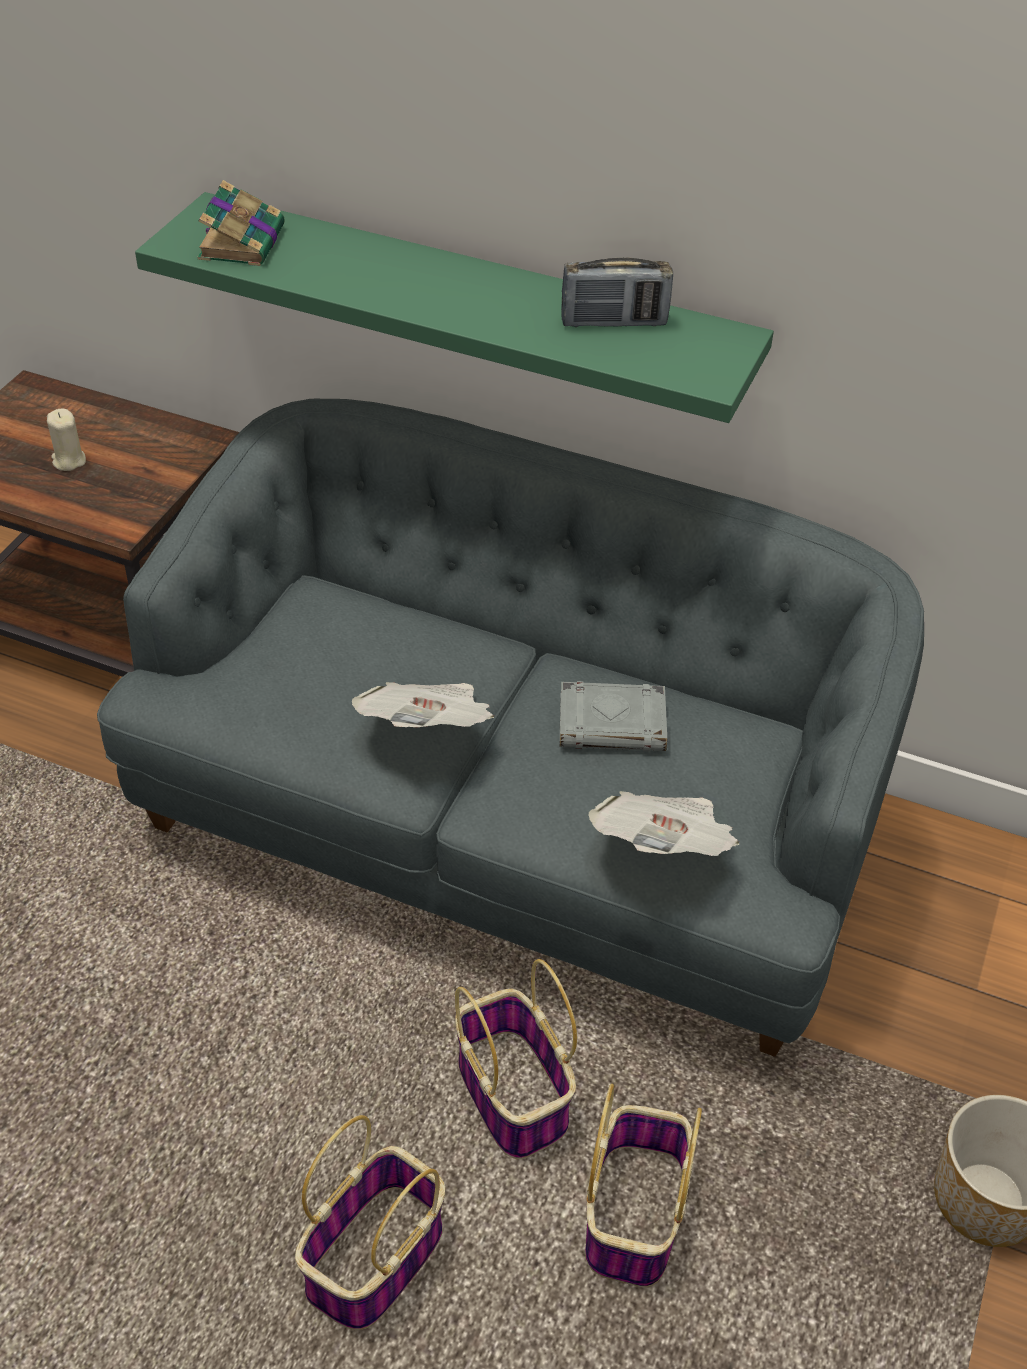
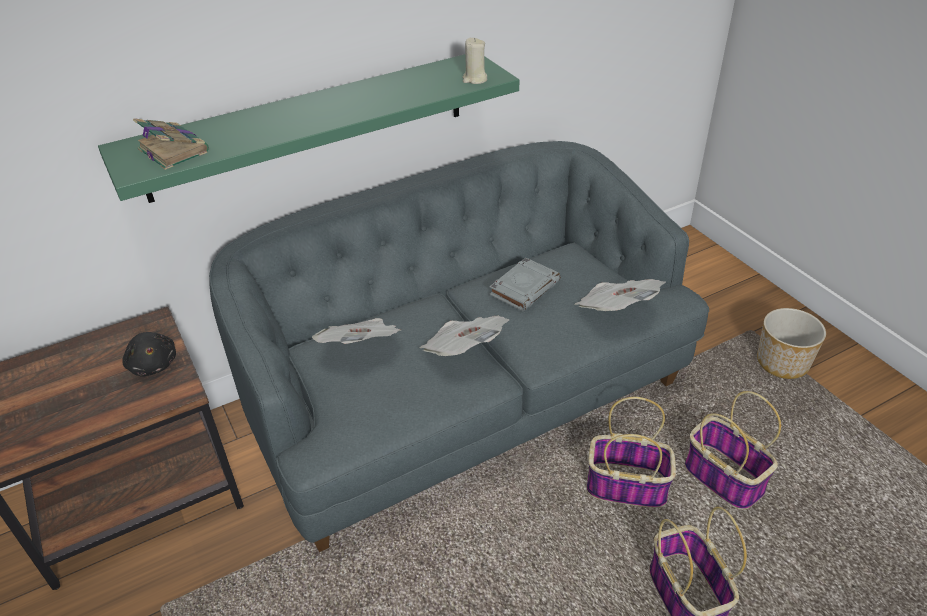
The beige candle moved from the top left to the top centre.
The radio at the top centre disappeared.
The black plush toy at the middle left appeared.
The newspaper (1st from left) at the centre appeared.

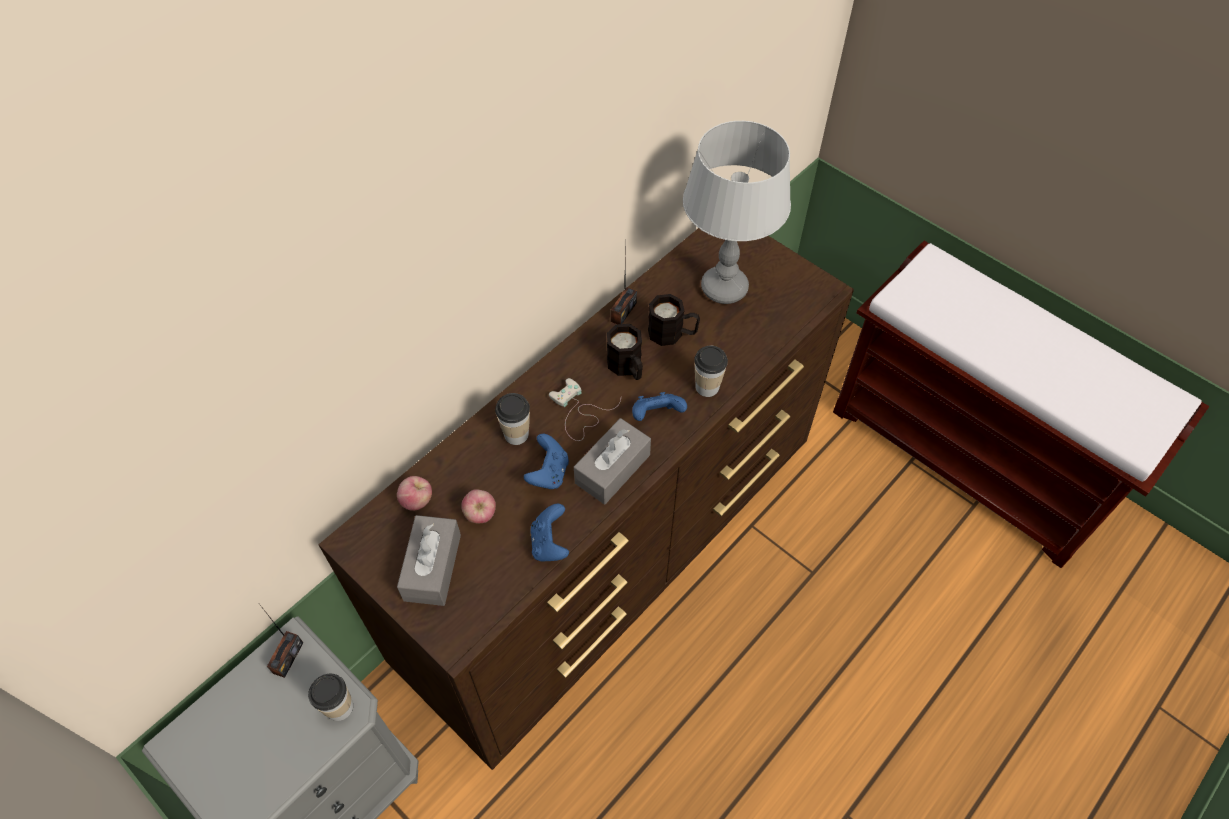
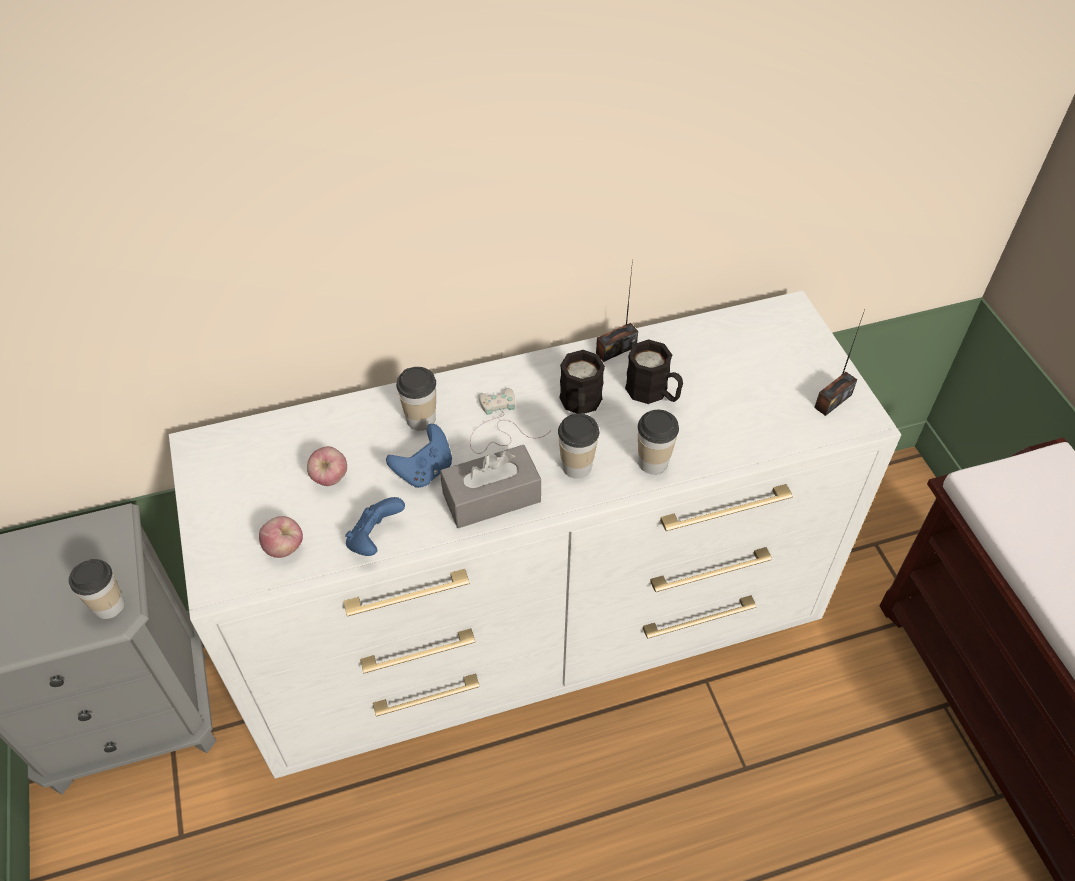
The radio (1st from left in the first image) moved from the bottom left to the middle right.
The brown dresser at the centre became the white dresser at the centre.
The apple (1st from left) moved from the centre to the middle left.
The grey tissue box (1st from left) at the bottom centre disappeared.
The blue game controller (3rd from left) at the centre was replaced by the cup (3rd from left) at the centre.
The grey table lamp at the top centre disappeared.

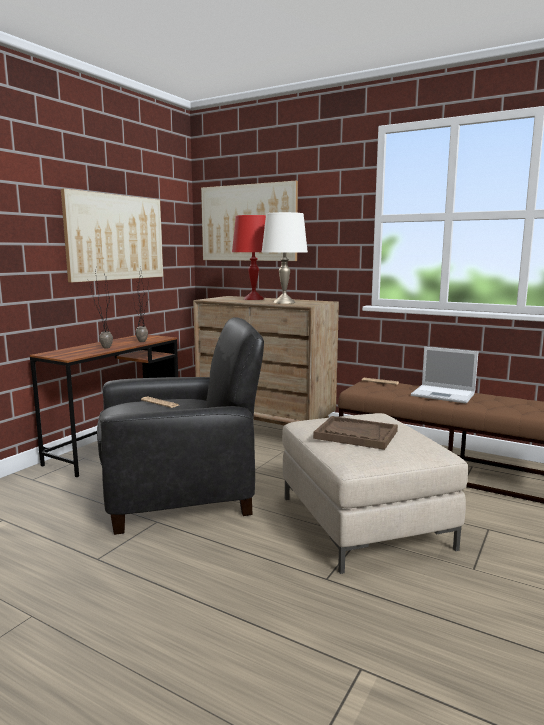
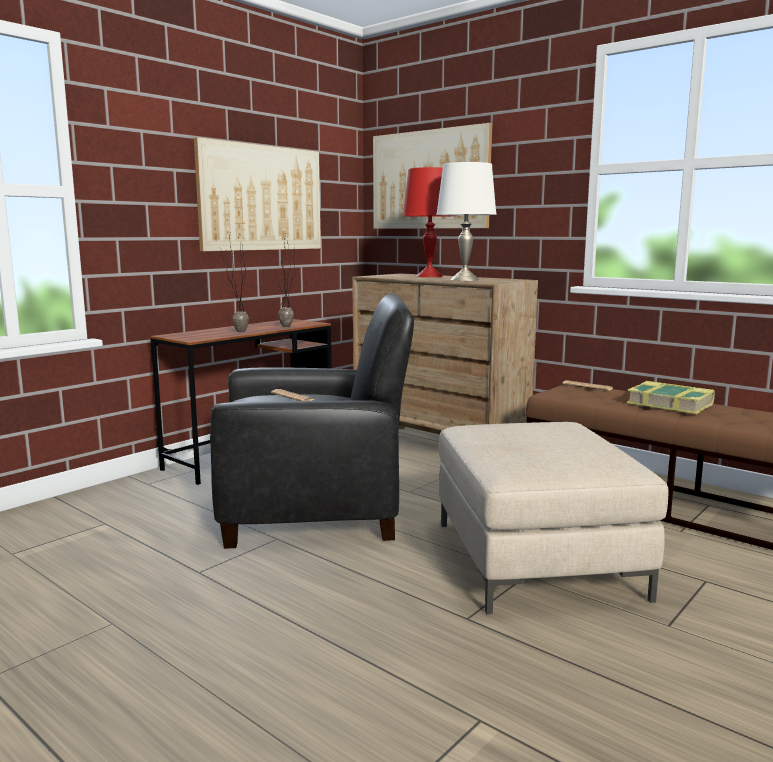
The brown tray at the centre disappeared.
The laptop at the middle right was replaced by the book at the middle right.

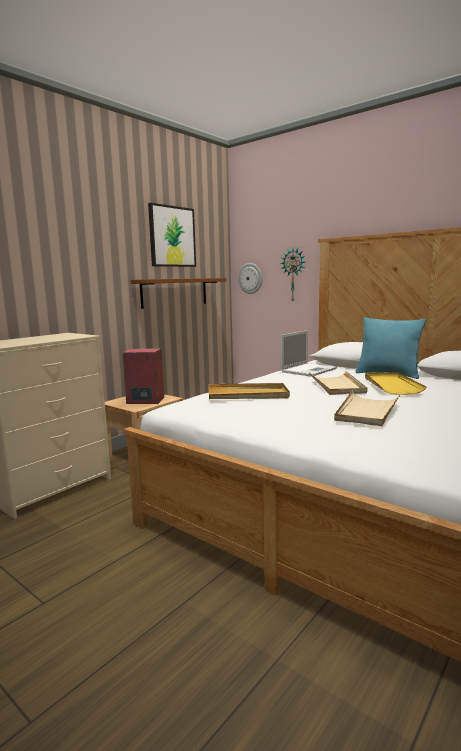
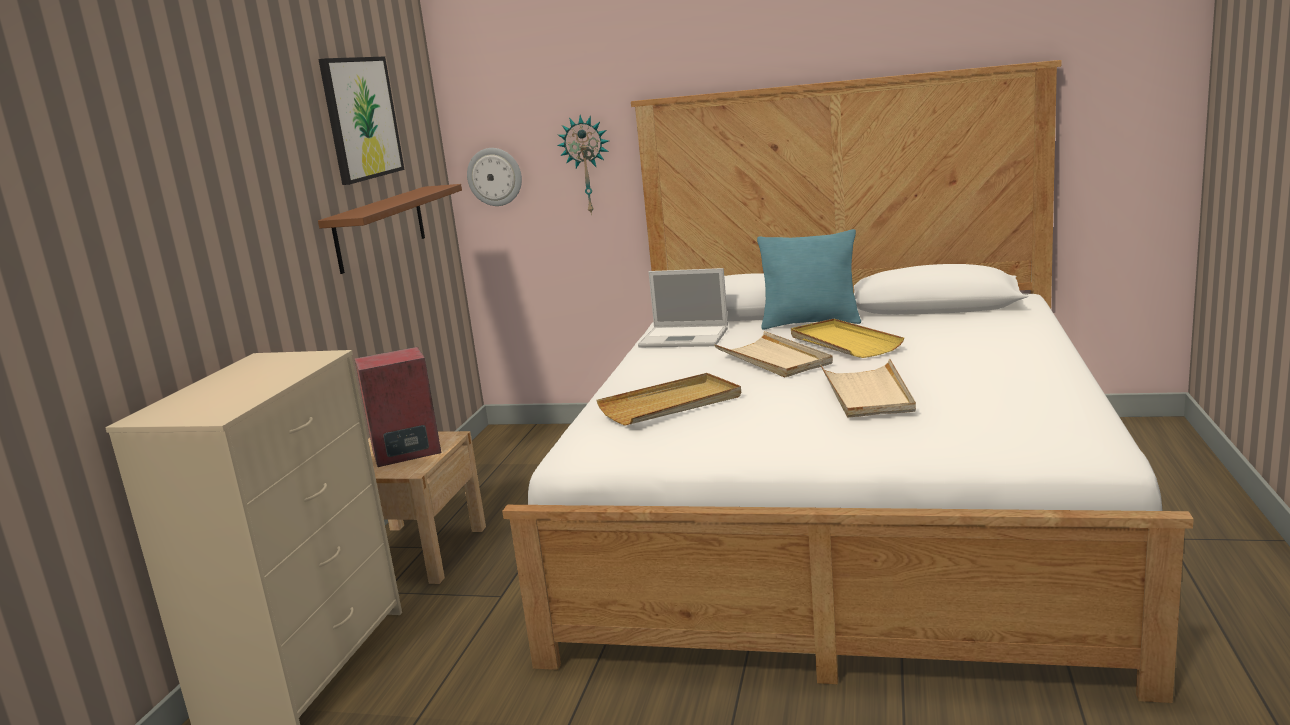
The laptop at the middle right turned 90 degrees clockwise.

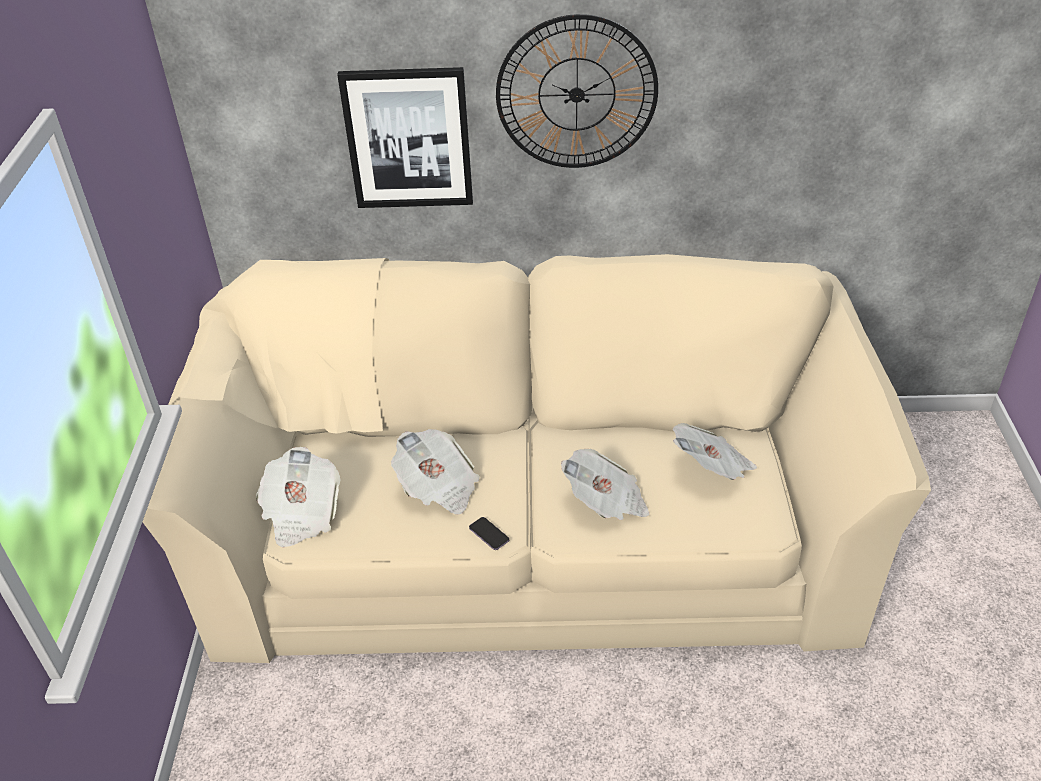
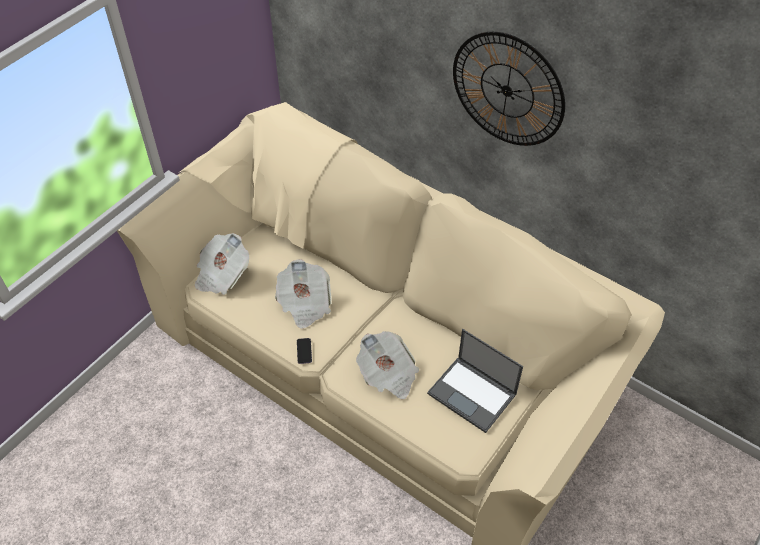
The picture at the top centre disappeared.
The newspaper (4th from left) at the middle right was replaced by the laptop at the bottom centre.

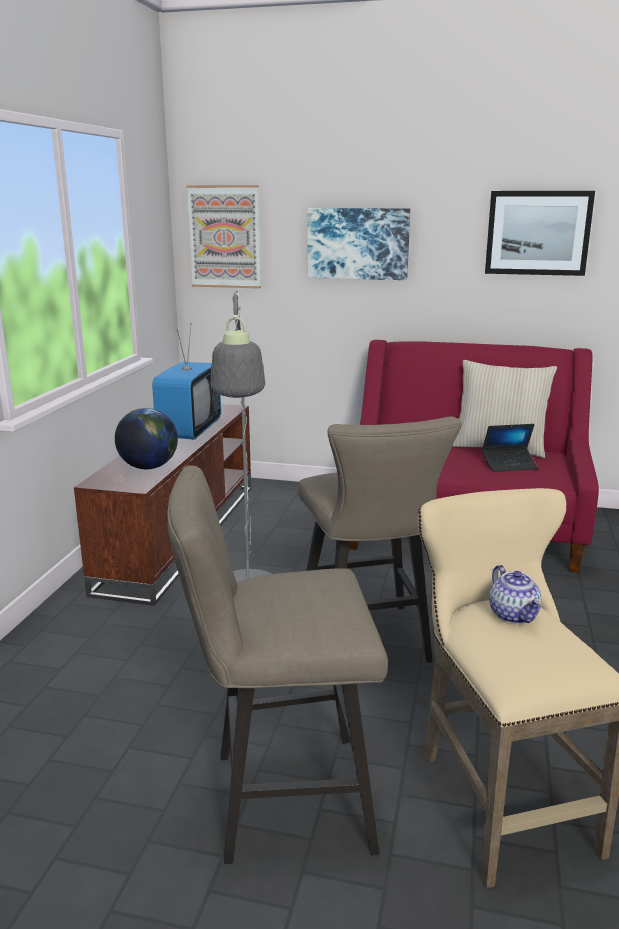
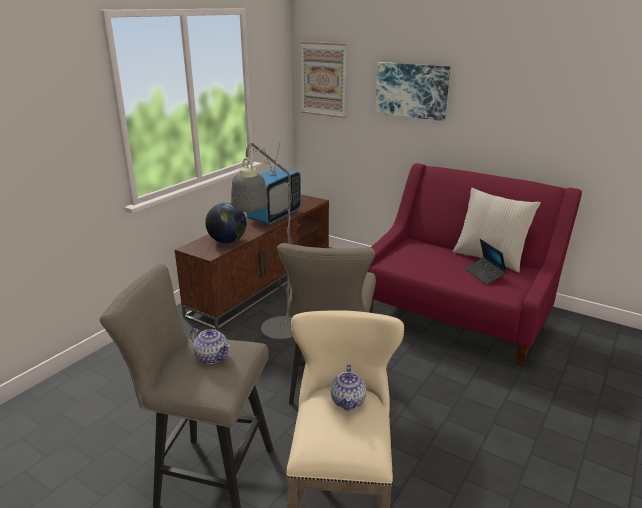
The laptop at the middle right turned 60 degrees clockwise.
The picture (3rd from left) at the top right disappeared.
The teapot (1st from left) at the bottom left appeared.

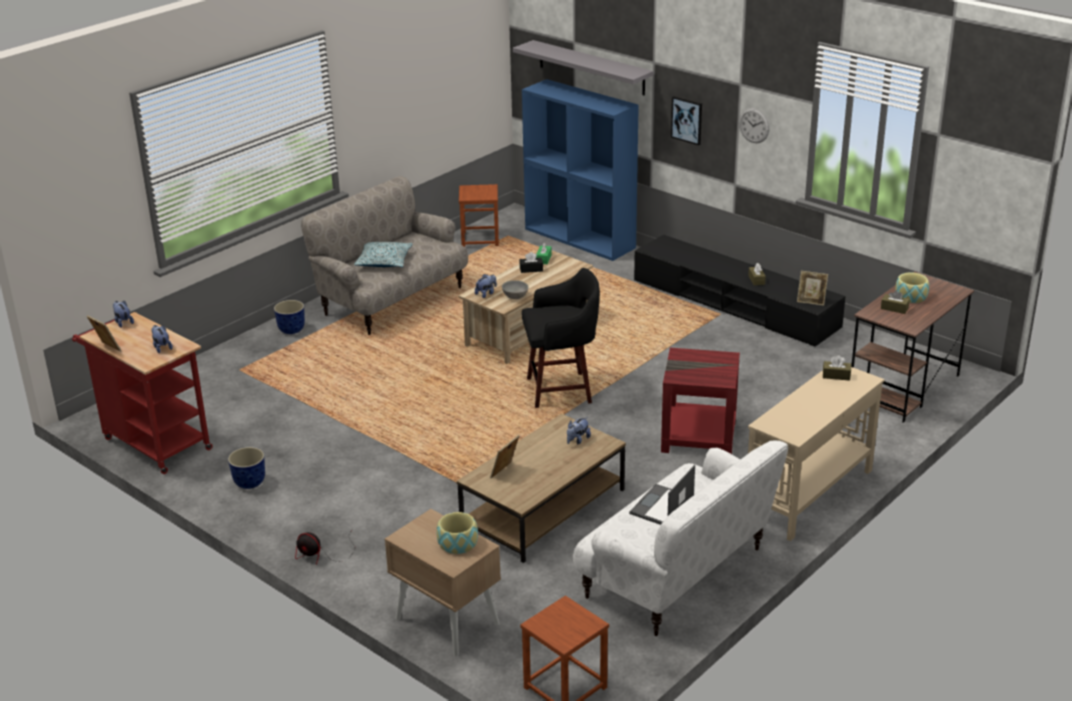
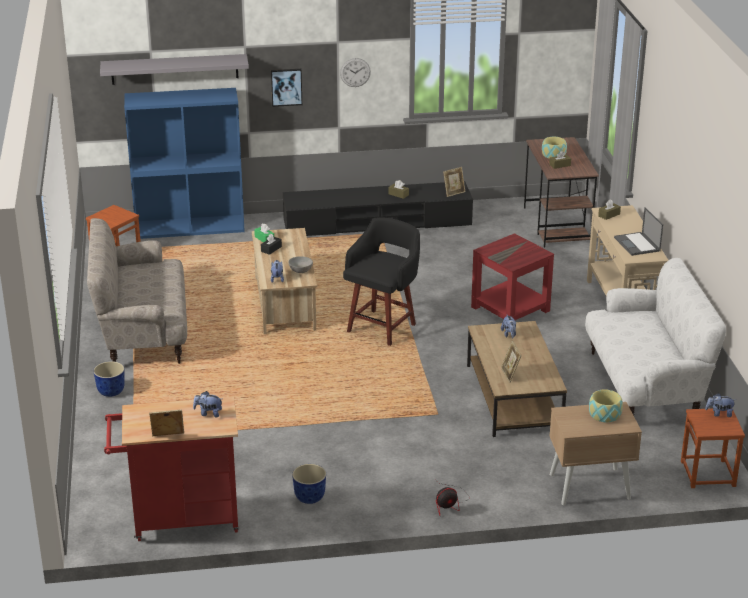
The plush toy (1st from left in the first image) moved from the middle left to the bottom right.
The pillow at the centre disappeared.
The laptop moved from the bottom centre to the middle right.

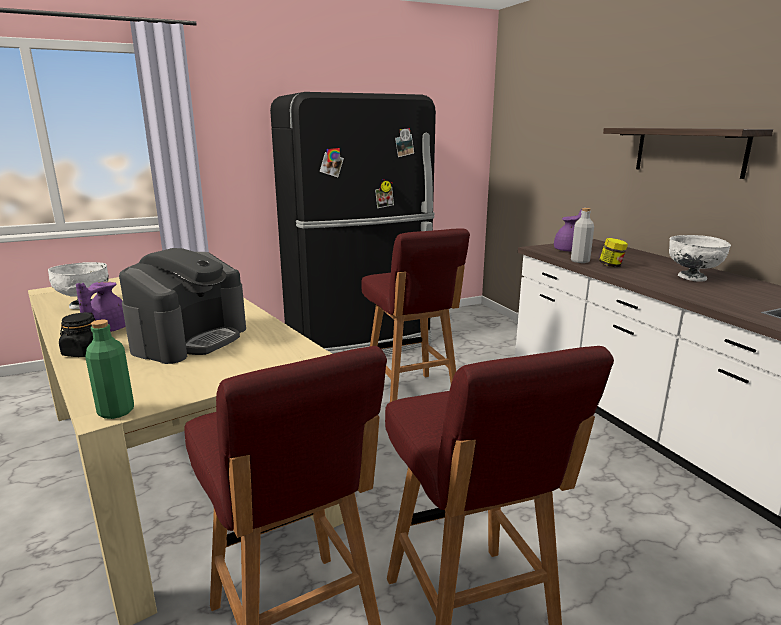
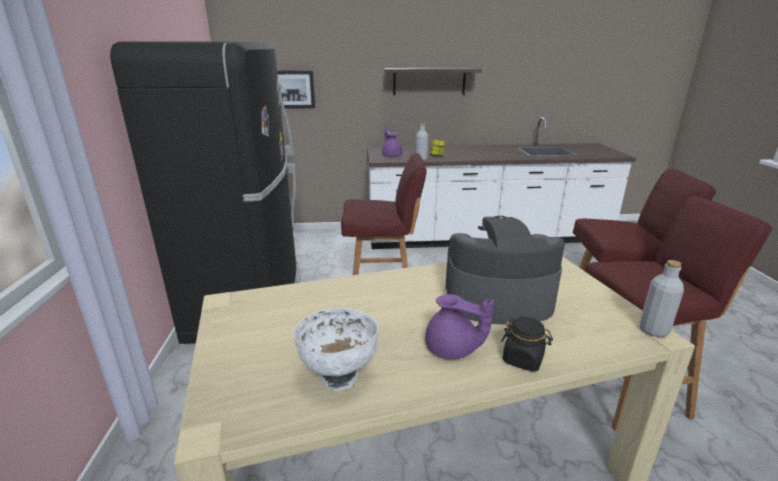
The green bottle at the middle left became the grey bottle (2nd from left) at the middle right.
The coffee machine at the middle left turned 45 degrees counterclockwise.
The white bowl (2nd from left) at the middle right disappeared.
The picture at the top centre appeared.

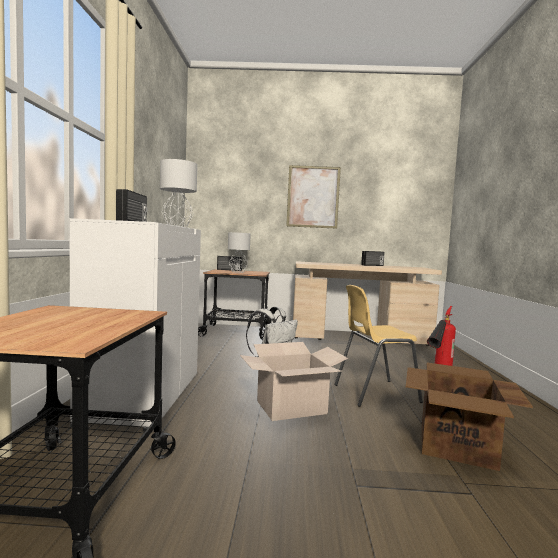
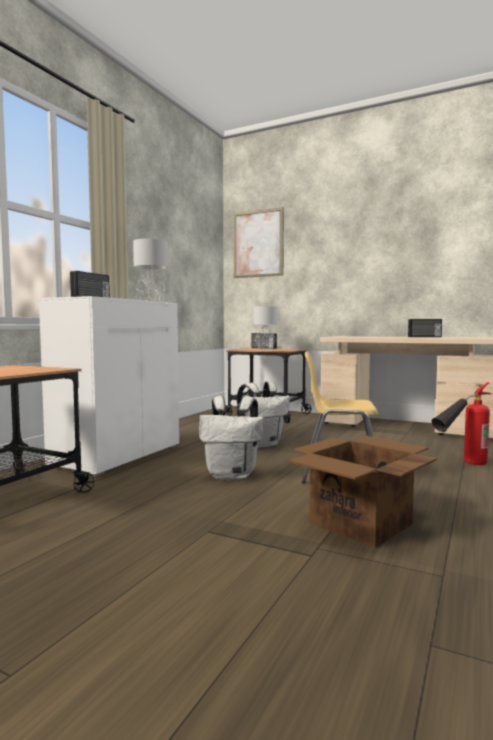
The cardboard box (1st from left) at the bottom centre was replaced by the white backpack (1st from left) at the centre.
The picture moved from the centre to the top centre.

